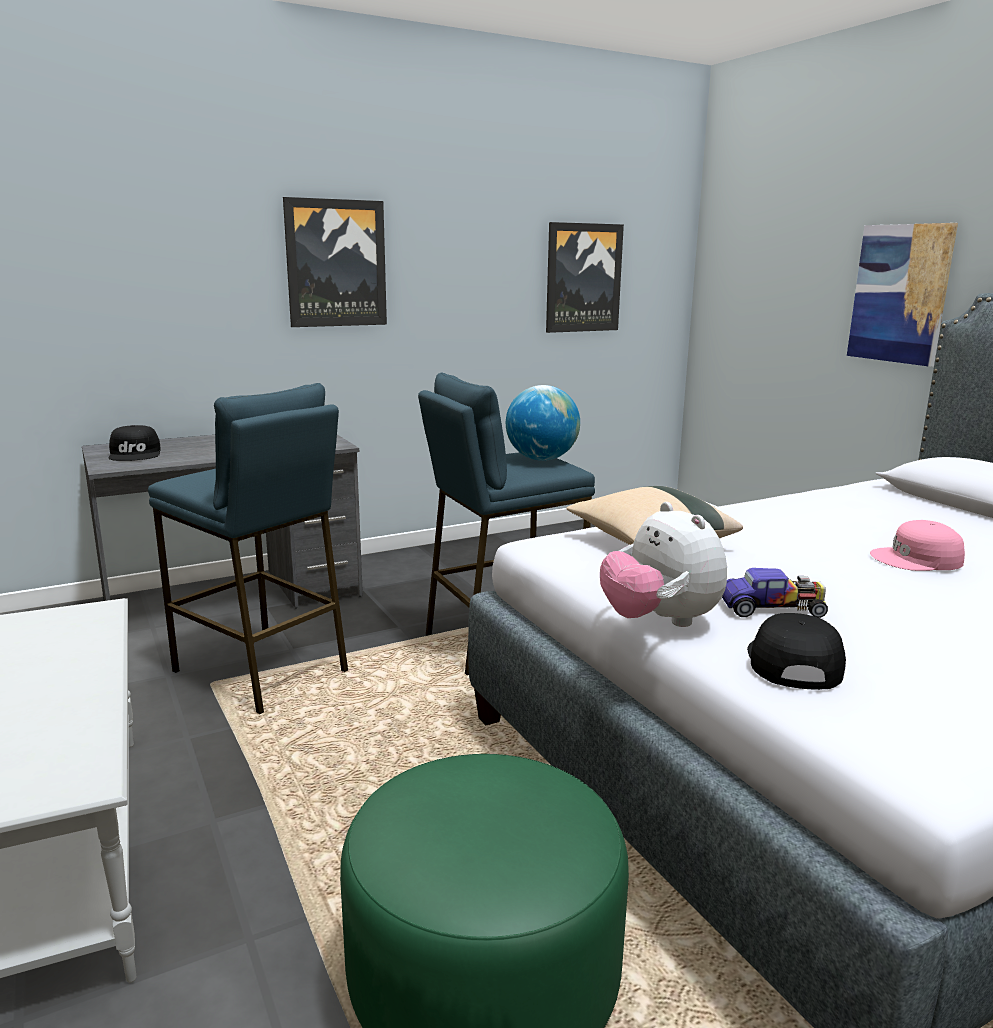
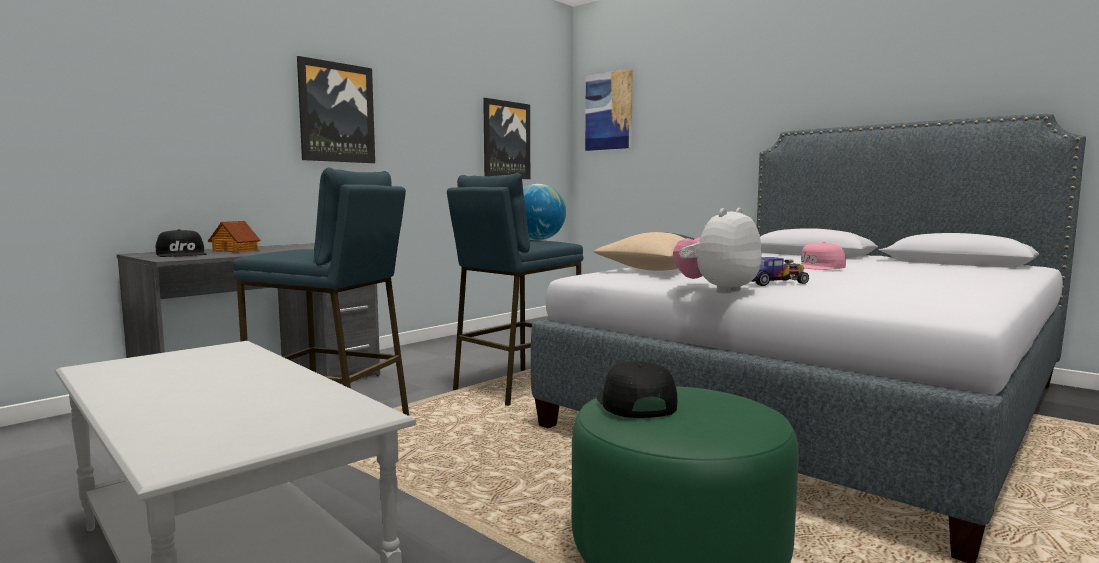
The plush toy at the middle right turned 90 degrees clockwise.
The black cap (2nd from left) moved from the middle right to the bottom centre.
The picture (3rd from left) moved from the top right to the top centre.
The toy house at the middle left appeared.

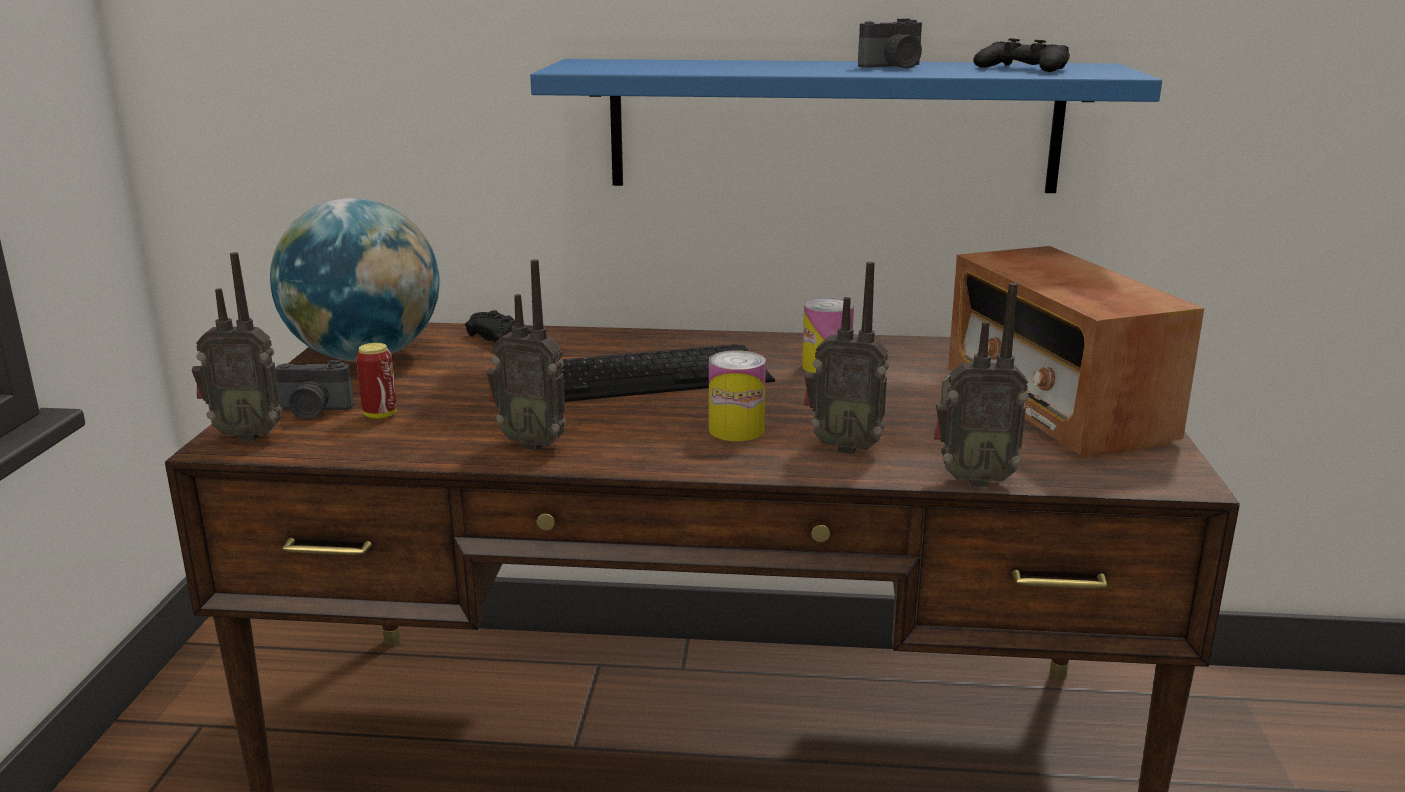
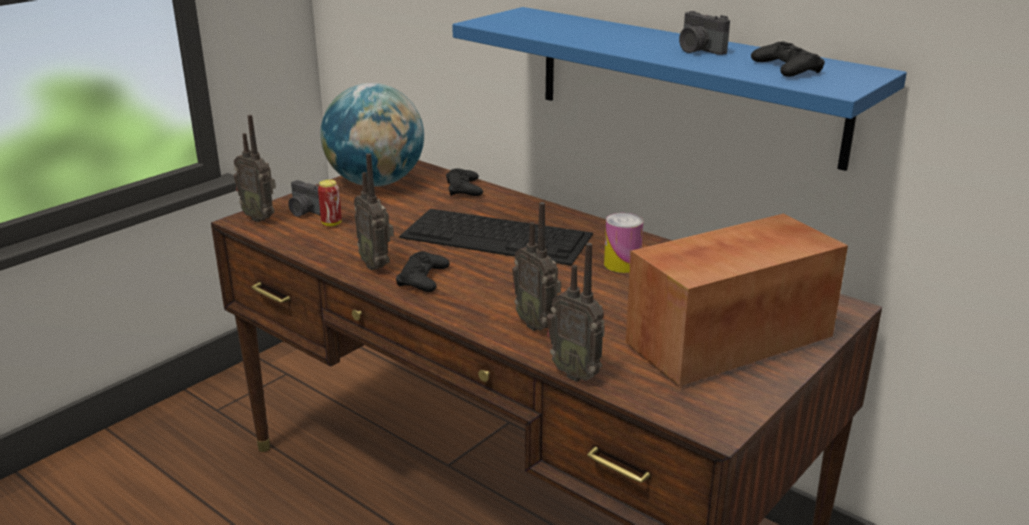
The can (2nd from left) at the centre disappeared.
The photo camera (2nd from left) at the top centre turned 45 degrees clockwise.
The radio (5th from left) at the middle right turned 45 degrees clockwise.
The black game controller (1st from left) at the centre appeared.

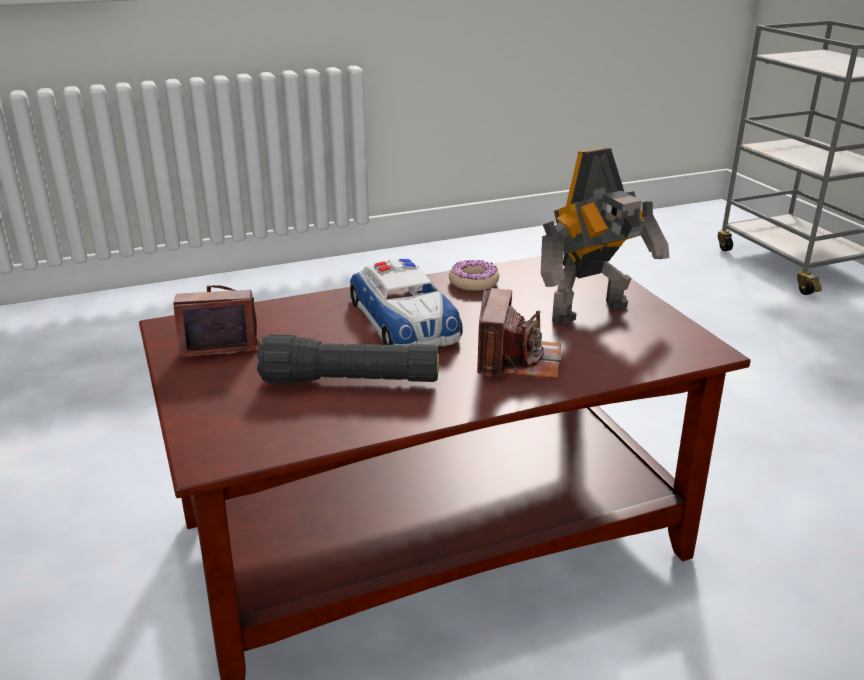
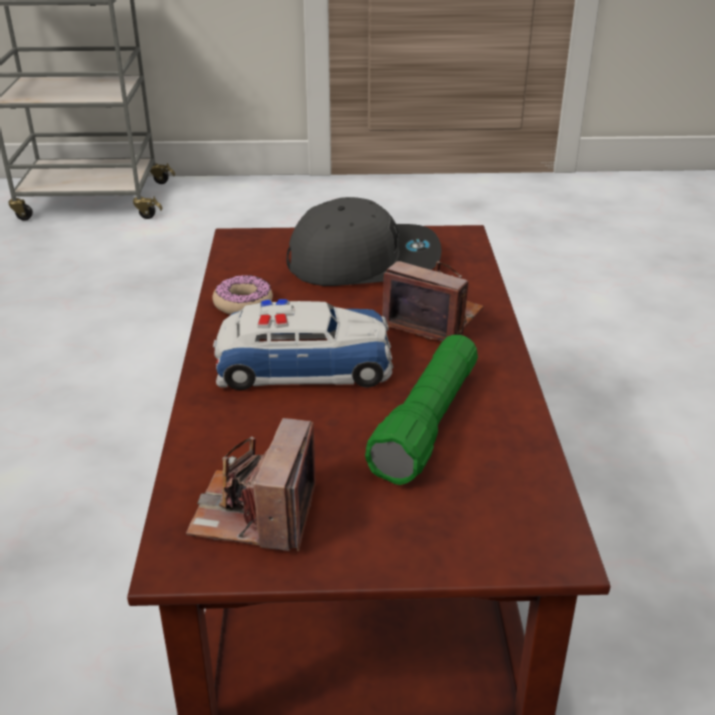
The black flashlight at the centre became the green flashlight at the centre.
The toy robot at the middle right was replaced by the grey cap at the centre.

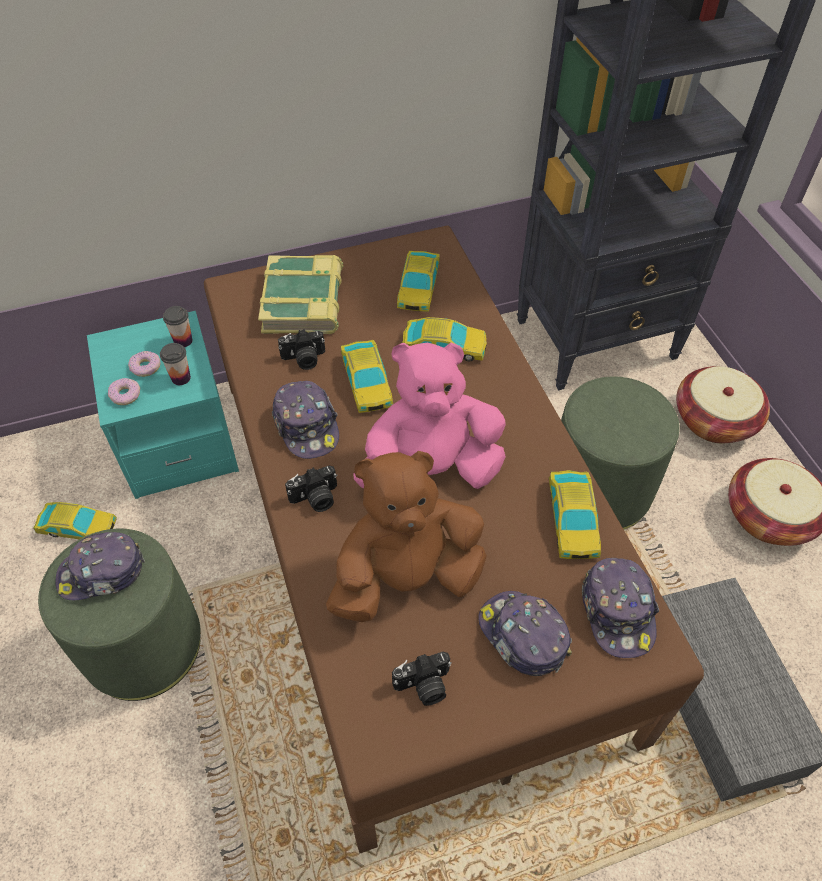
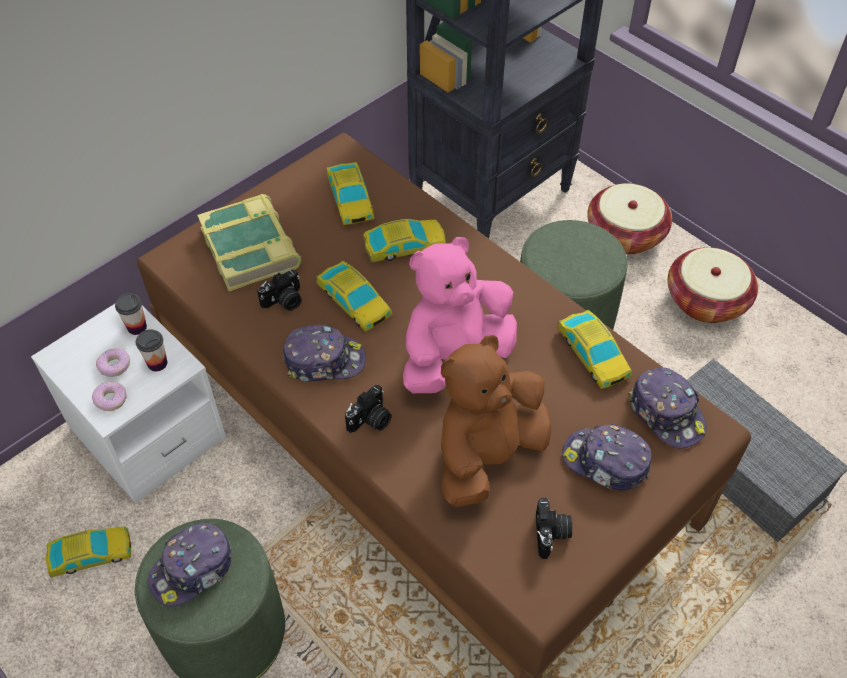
The turquoise nightstand at the middle left became the white nightstand at the middle left.
The cap (2nd from left) at the centre turned 45 degrees counterclockwise.
The photo camera (3rd from left) at the bottom centre turned 45 degrees counterclockwise.

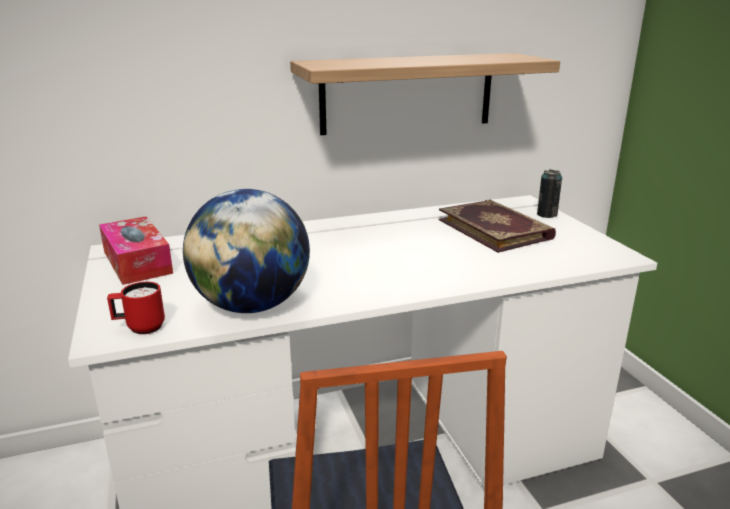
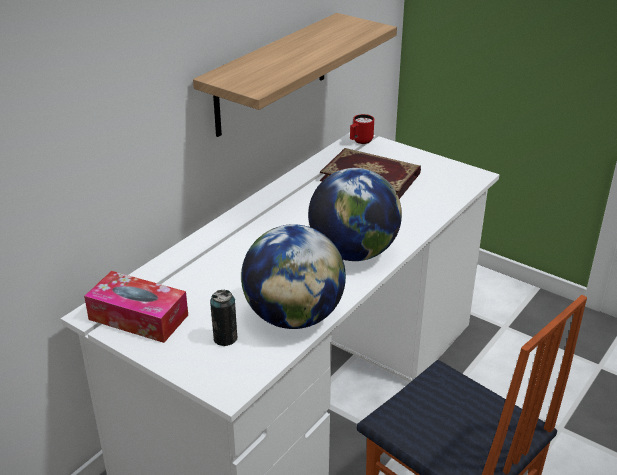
The red mug moved from the middle left to the top centre.
The can moved from the middle right to the bottom centre.
The globe (2nd from left) at the centre appeared.

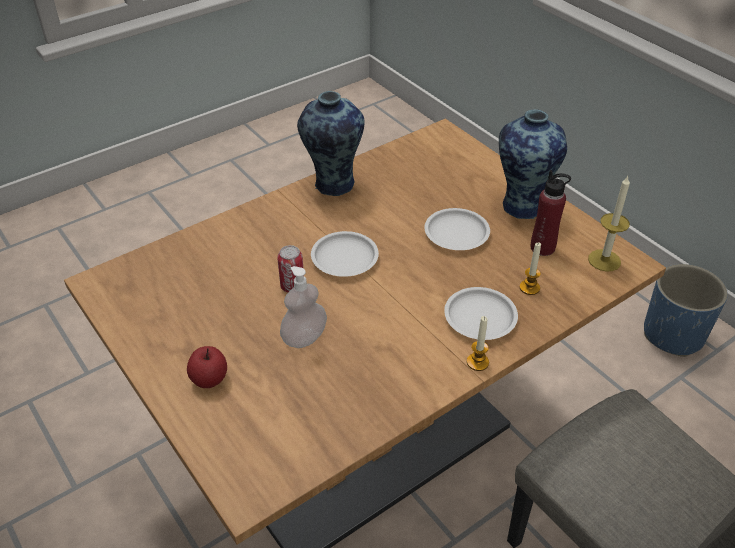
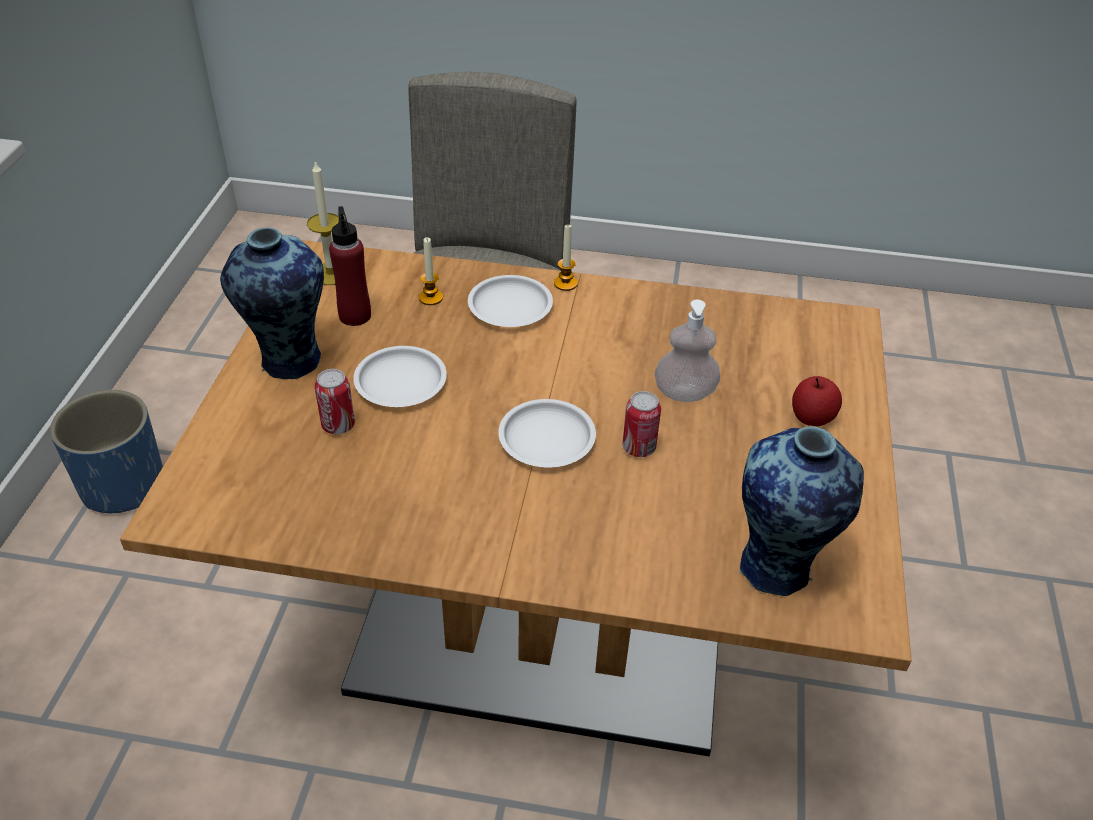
The vase (1st from left in the first image) moved from the top centre to the middle right.
The can (1st from left) at the middle left appeared.

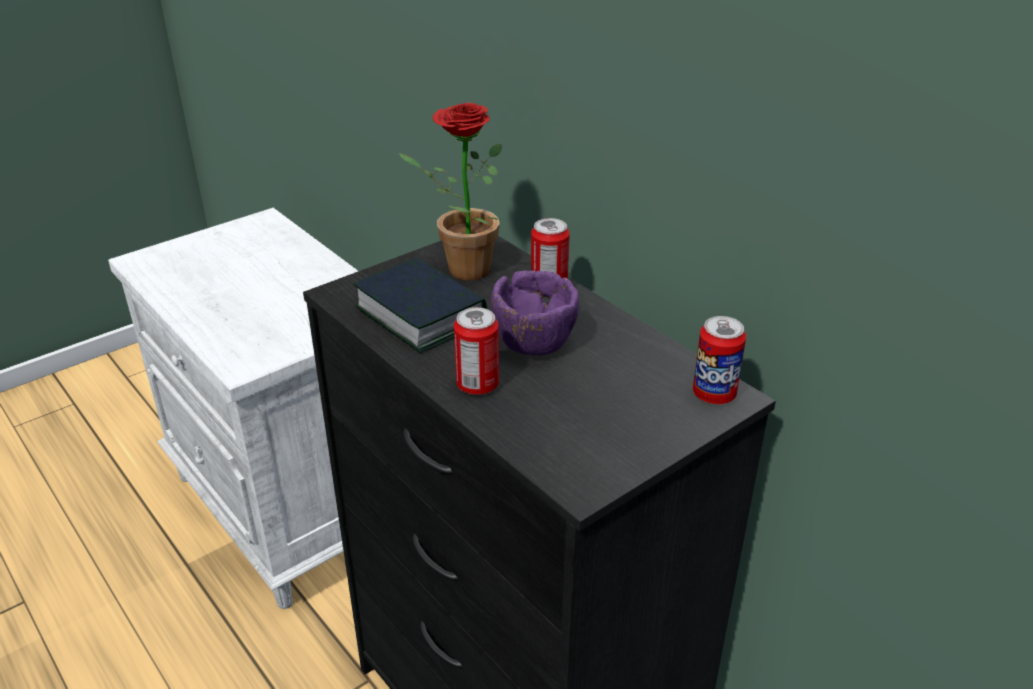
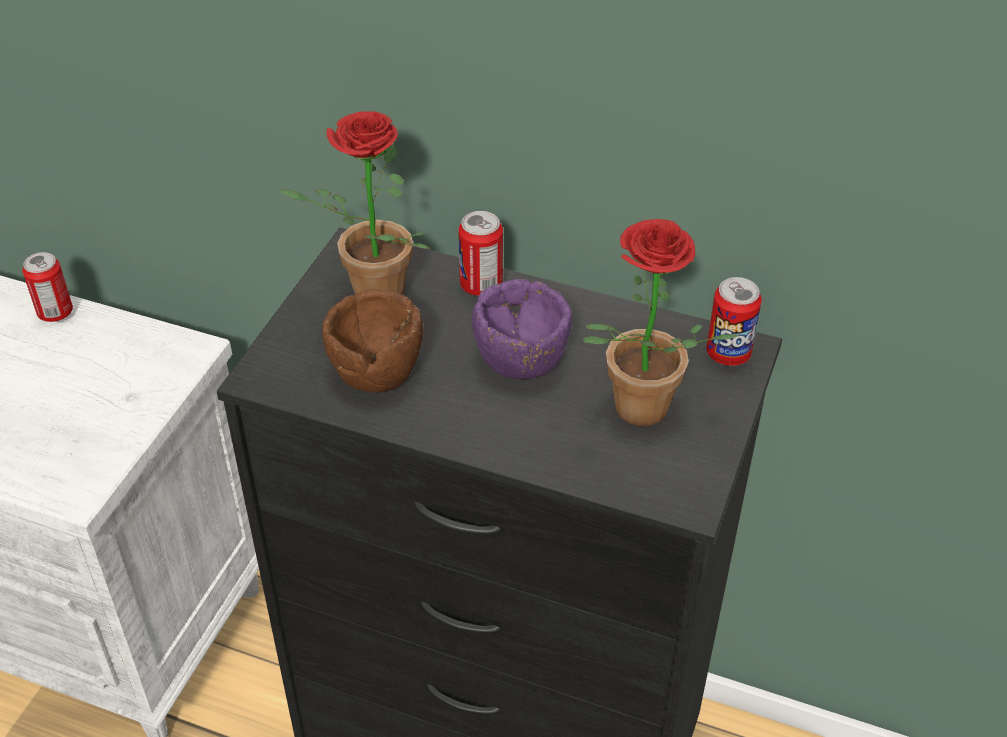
The book at the centre was replaced by the brown bowl at the centre.
The can (1st from left) moved from the centre to the middle left.
The potted plant (2nd from left) at the centre appeared.

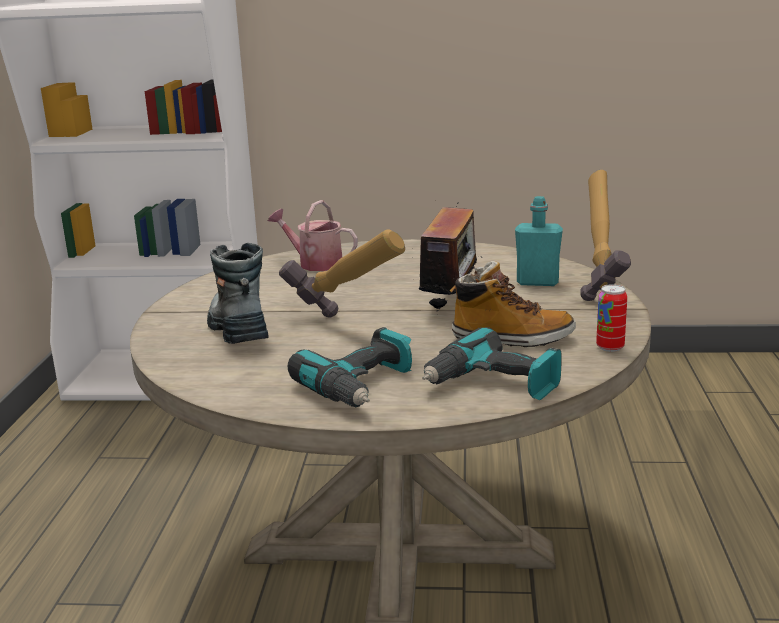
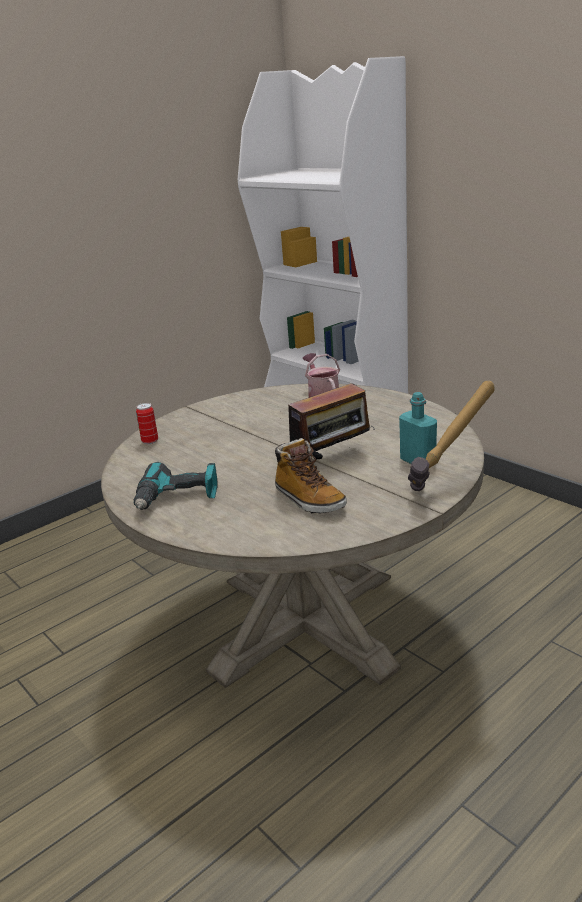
The boot (1st from left) at the middle left disappeared.
The hammer (1st from left) at the centre disappeared.
The power drill (2nd from left) at the centre disappeared.
The can moved from the middle right to the middle left.

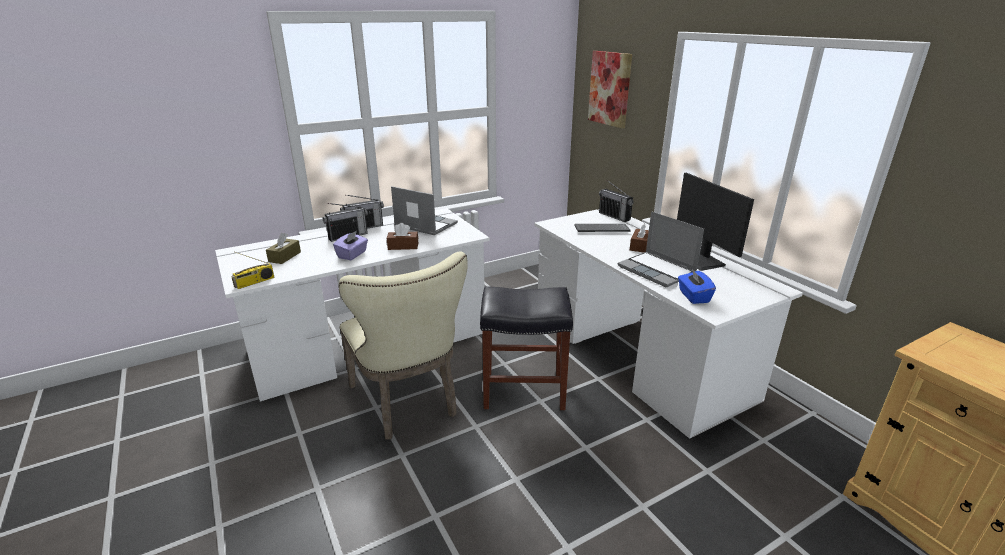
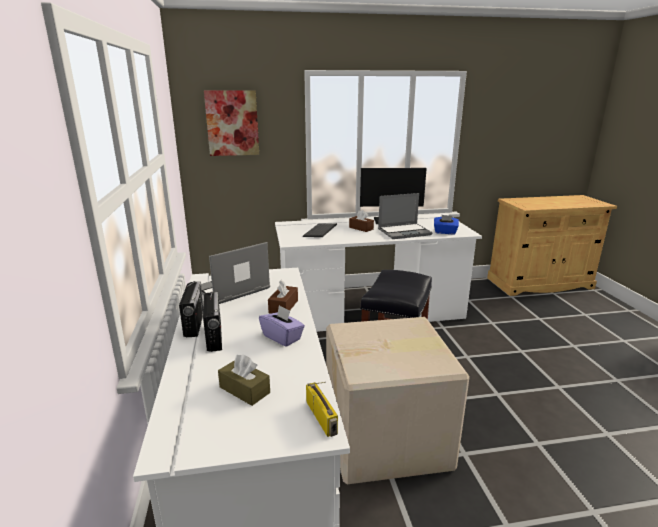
The beige chair at the centre was replaced by the cardboard box at the bottom centre.
The radio (4th from left) at the centre disappeared.

